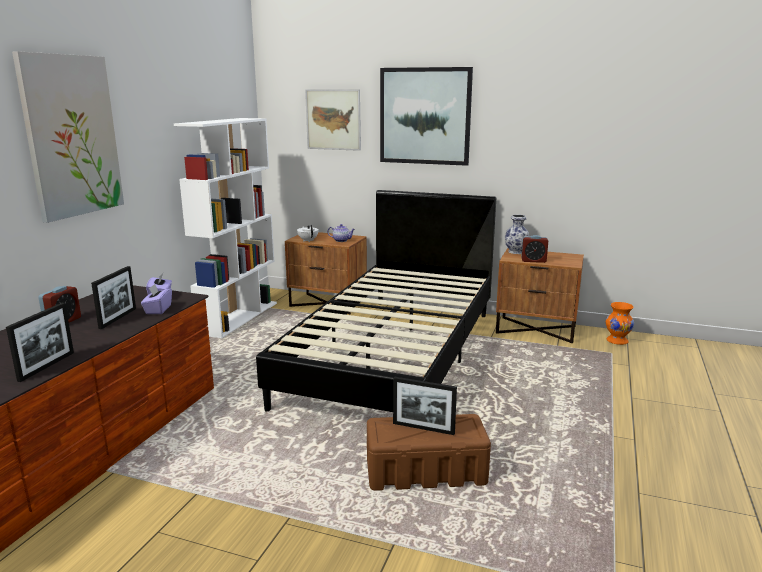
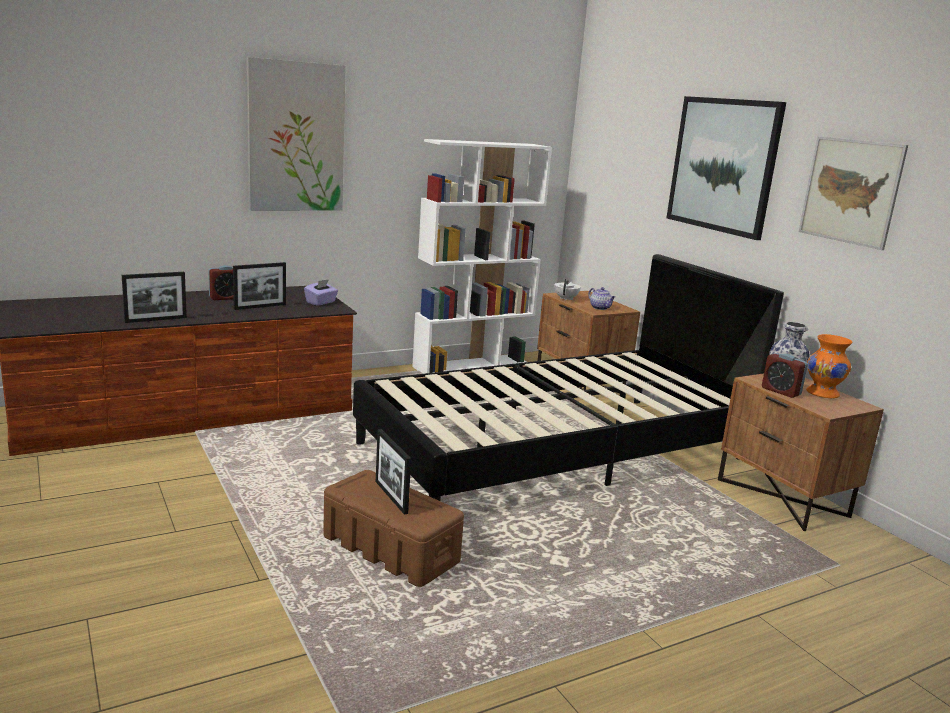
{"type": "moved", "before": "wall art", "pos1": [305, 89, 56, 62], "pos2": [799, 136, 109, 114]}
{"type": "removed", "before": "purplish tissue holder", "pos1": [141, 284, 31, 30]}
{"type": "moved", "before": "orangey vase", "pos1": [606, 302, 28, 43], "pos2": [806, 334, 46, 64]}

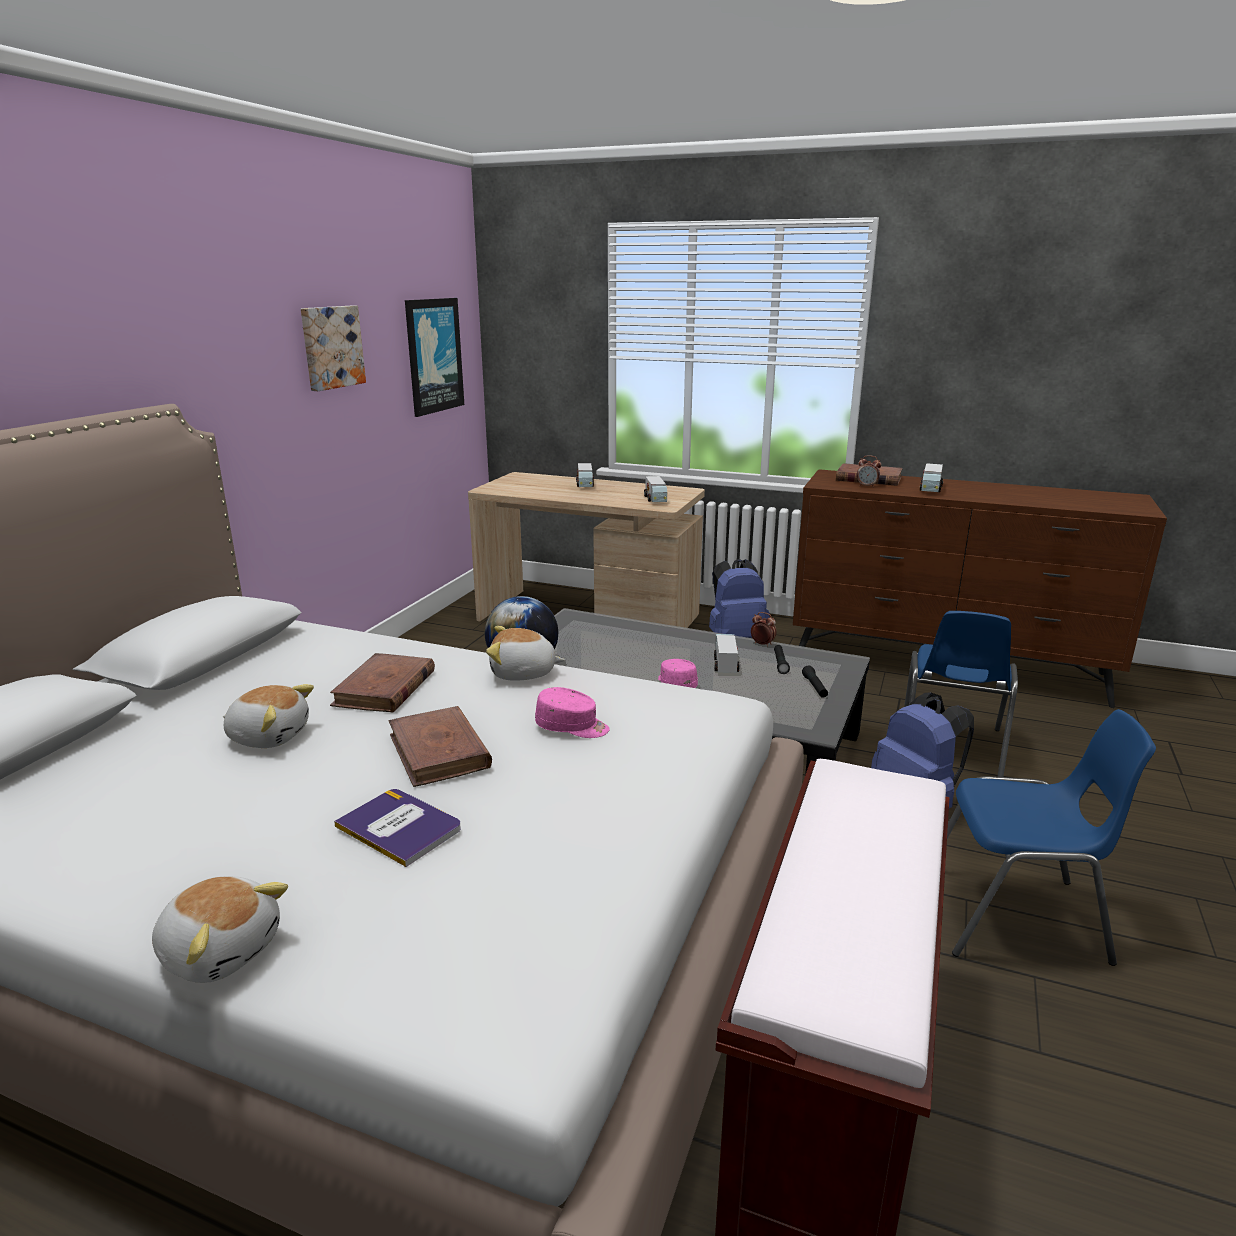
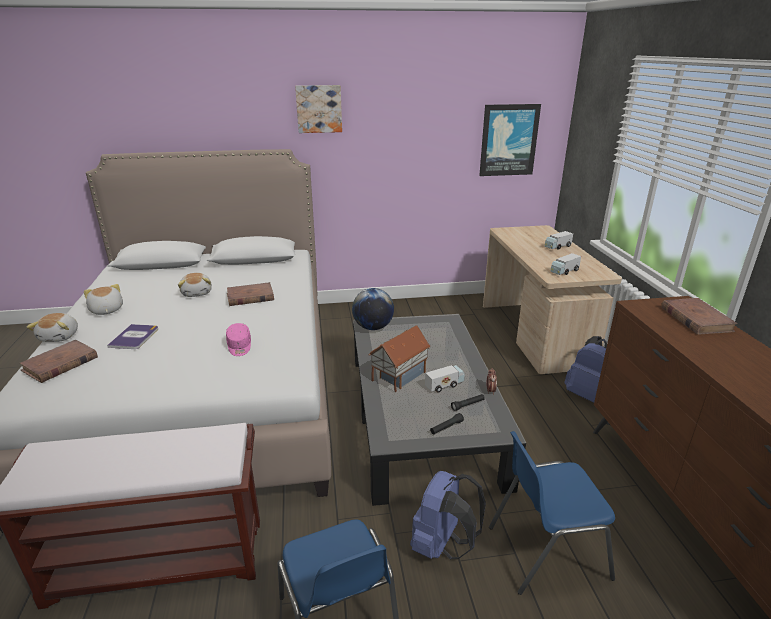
{"type": "moved", "before": "wall art", "pos1": [301, 306, 65, 85], "pos2": [295, 85, 47, 48]}
{"type": "removed", "before": "table clock", "pos1": [857, 455, 24, 33]}
{"type": "removed", "before": "toy truck", "pos1": [920, 463, 23, 29]}
{"type": "moved", "before": "soft toy", "pos1": [486, 626, 79, 55], "pos2": [84, 284, 39, 31]}
{"type": "replaced", "before": "pink peaked cap", "after": "toy house", "pos1": [658, 659, 40, 29], "pos2": [368, 325, 62, 67]}
{"type": "moved", "before": "brown volume", "pos1": [388, 706, 104, 81], "pos2": [20, 340, 78, 43]}

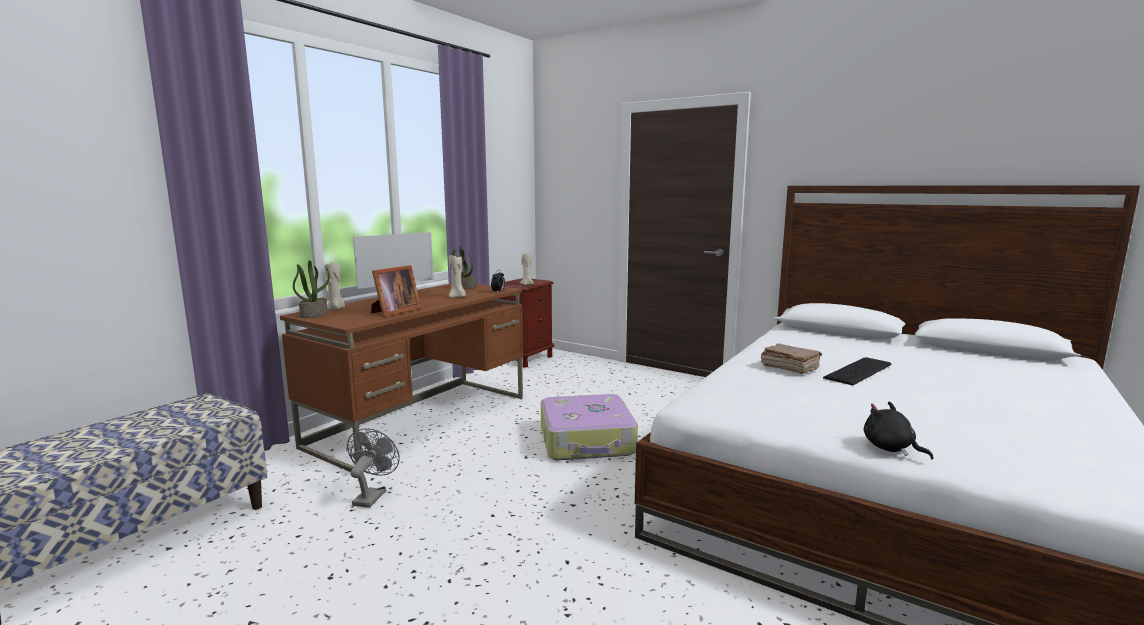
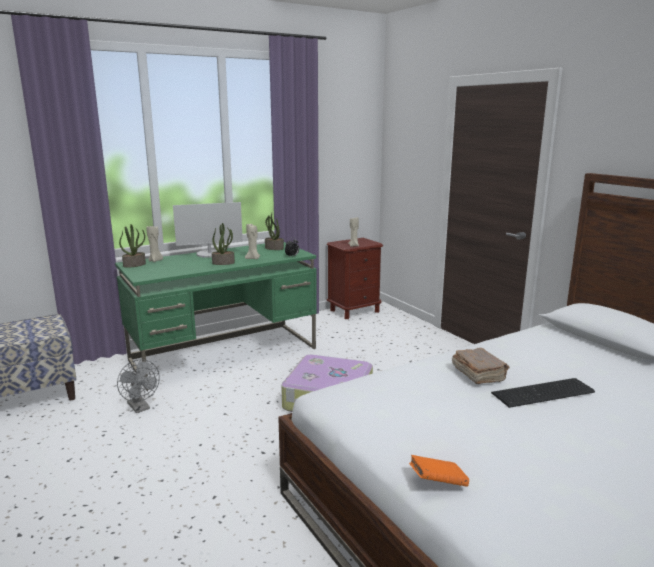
{"type": "removed", "before": "picture frame", "pos1": [371, 265, 50, 52]}
{"type": "recoloured", "before": "brown desk table", "after": "green-coloured desk table", "pos1": [280, 283, 243, 189], "pos2": [115, 242, 202, 149]}
{"type": "replaced", "before": "black-coloured soft toy", "after": "orangey volume", "pos1": [864, 402, 69, 58], "pos2": [409, 455, 60, 32]}
{"type": "turned", "before": "grey electric fan", "pos1": [347, 428, 53, 80], "pos2": [117, 359, 43, 54], "turn": 105}
{"type": "added", "after": "potted plant", "pos2": [212, 223, 23, 42]}

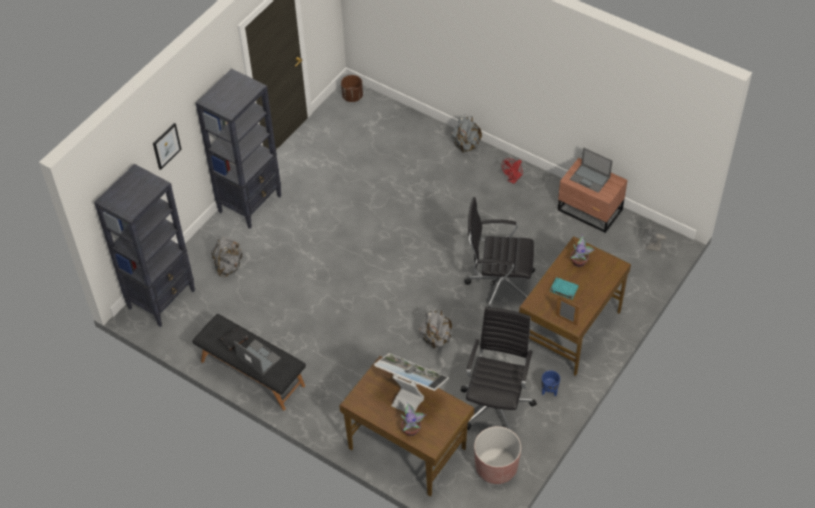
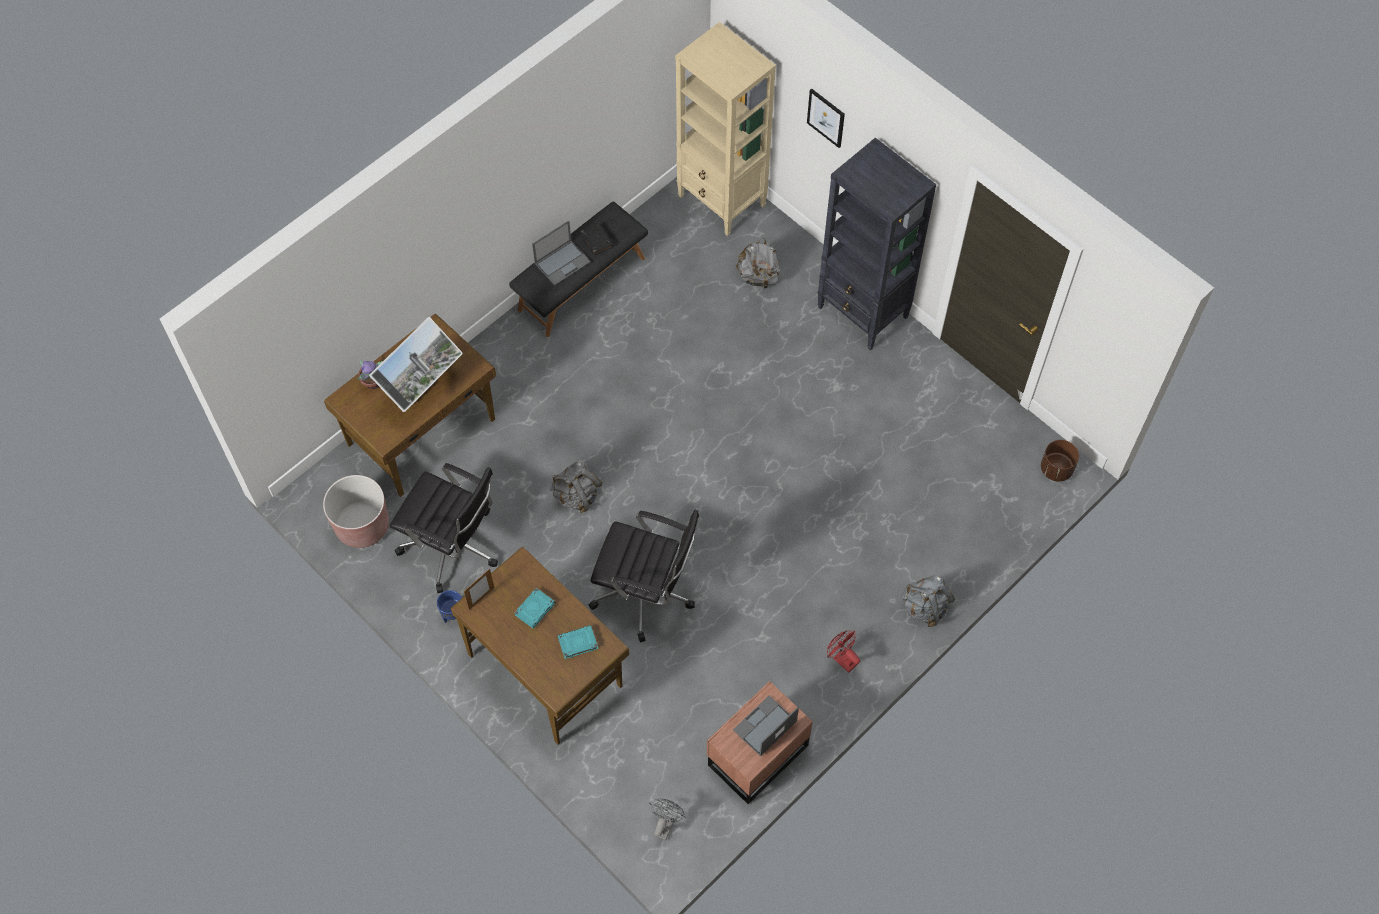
{"type": "recoloured", "before": "black-coloured bookshelf", "after": "sand-coloured bookshelf", "pos1": [94, 164, 101, 163], "pos2": [675, 22, 101, 214]}
{"type": "turned", "before": "black-coloured desk chair", "pos1": [464, 197, 71, 110], "pos2": [588, 510, 111, 132], "turn": 90}
{"type": "replaced", "before": "potted plant", "after": "turquoise volume", "pos1": [570, 235, 25, 32], "pos2": [557, 625, 41, 34]}

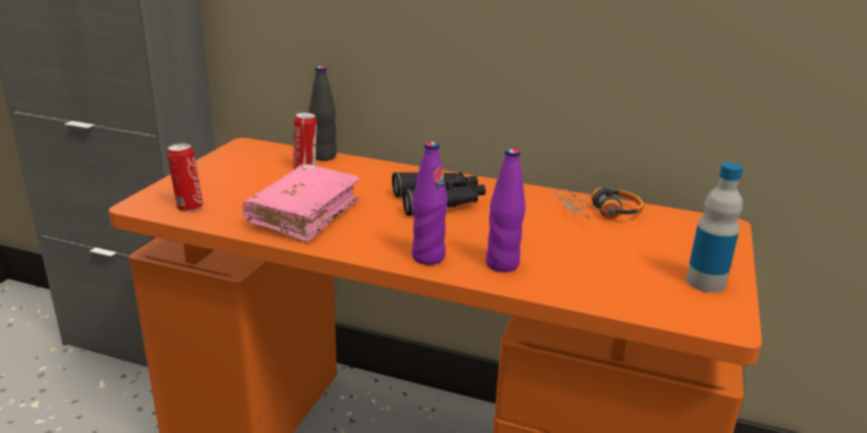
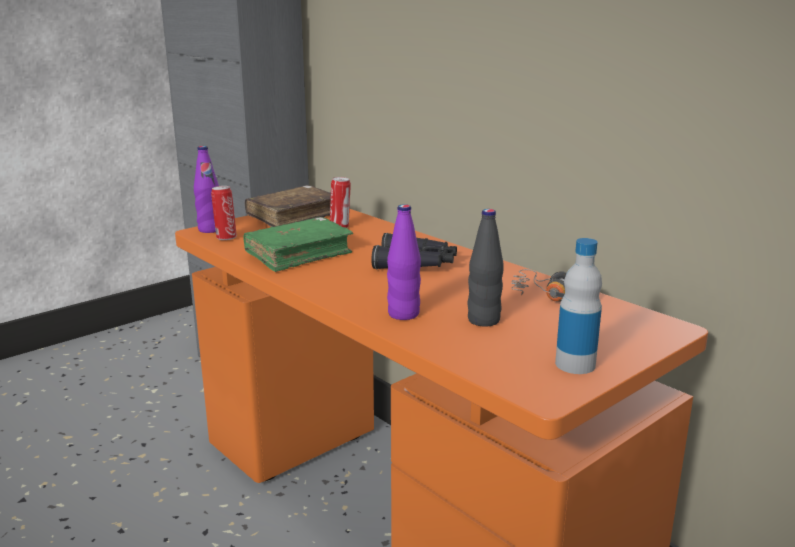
{"type": "moved", "before": "black-coloured bottle", "pos1": [309, 66, 28, 95], "pos2": [468, 209, 36, 118]}
{"type": "moved", "before": "purplish bottle", "pos1": [412, 142, 36, 123], "pos2": [194, 146, 25, 87]}
{"type": "recoloured", "before": "pink volume", "after": "green-coloured volume", "pos1": [242, 164, 118, 78], "pos2": [244, 217, 109, 55]}
{"type": "added", "after": "brown volume", "pos2": [245, 185, 86, 42]}

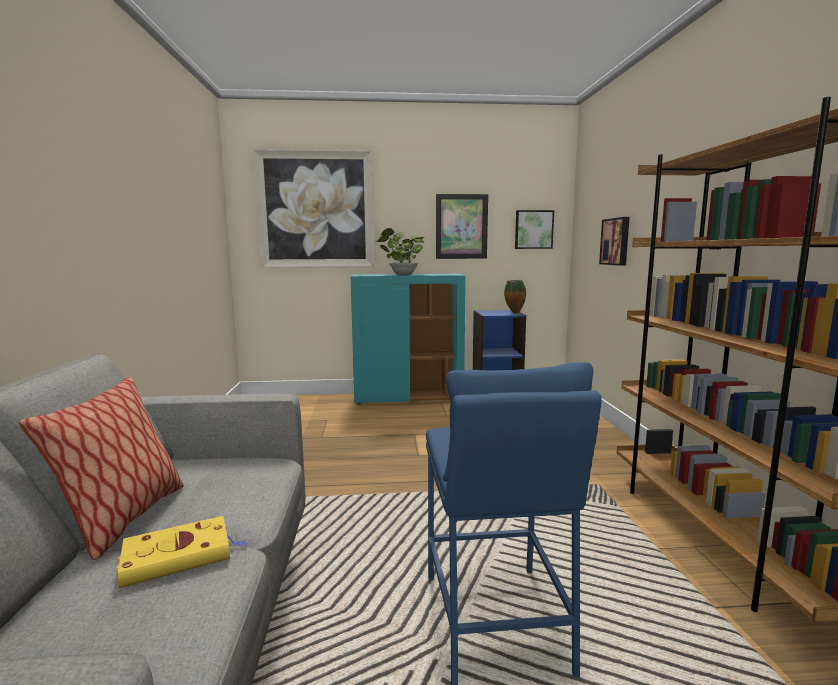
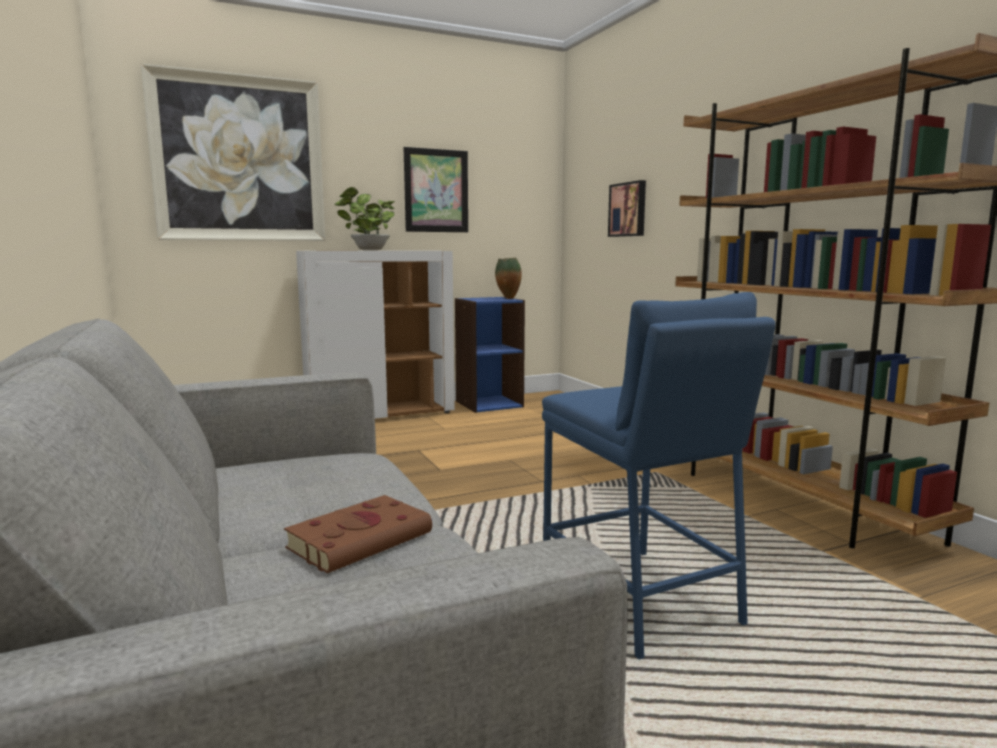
{"type": "removed", "before": "wall art", "pos1": [515, 210, 39, 39]}
{"type": "recoloured", "before": "turquoise cabinet", "after": "white cabinet", "pos1": [351, 274, 115, 131], "pos2": [296, 251, 159, 168]}
{"type": "removed", "before": "pillow", "pos1": [19, 377, 164, 183]}
{"type": "recoloured", "before": "yellow volume", "after": "brown volume", "pos1": [116, 516, 131, 72], "pos2": [284, 495, 148, 78]}

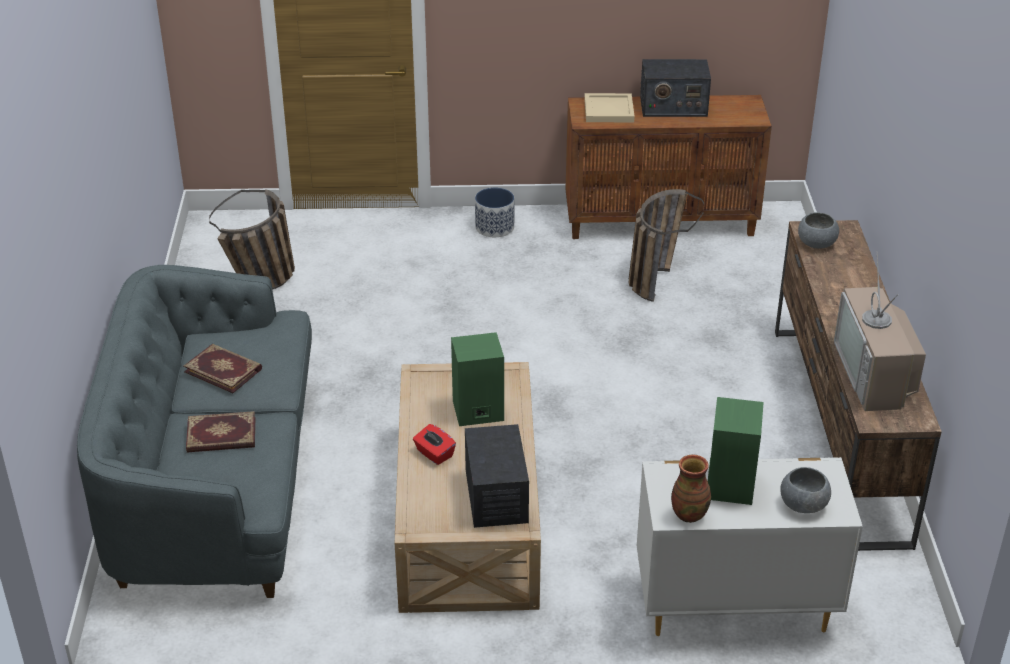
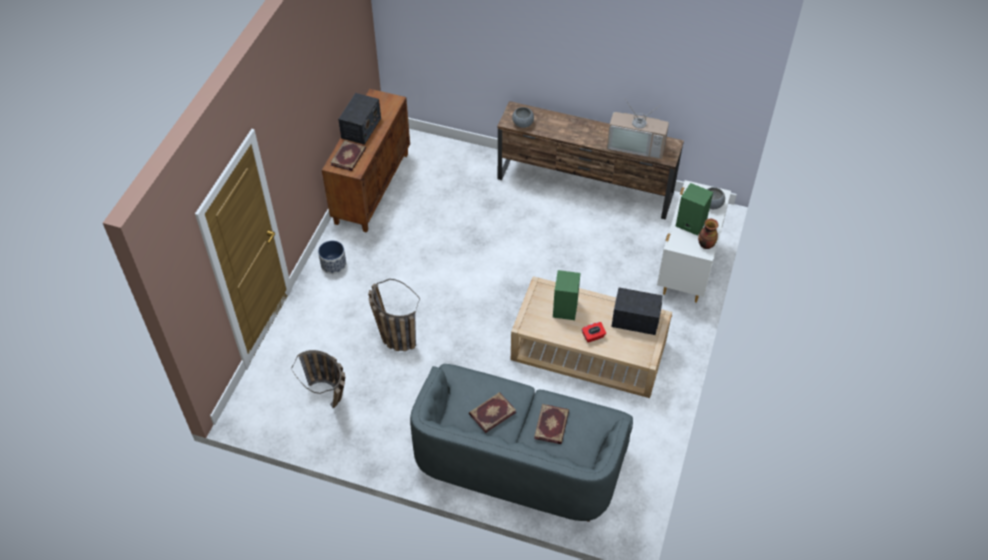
{"type": "replaced", "before": "sand-coloured tray", "after": "volume", "pos1": [584, 93, 51, 29], "pos2": [330, 140, 36, 31]}
{"type": "moved", "before": "basket", "pos1": [628, 189, 76, 113], "pos2": [368, 279, 52, 72]}

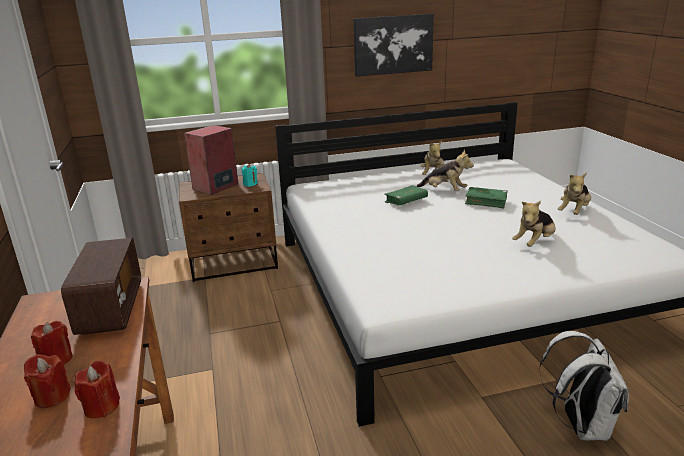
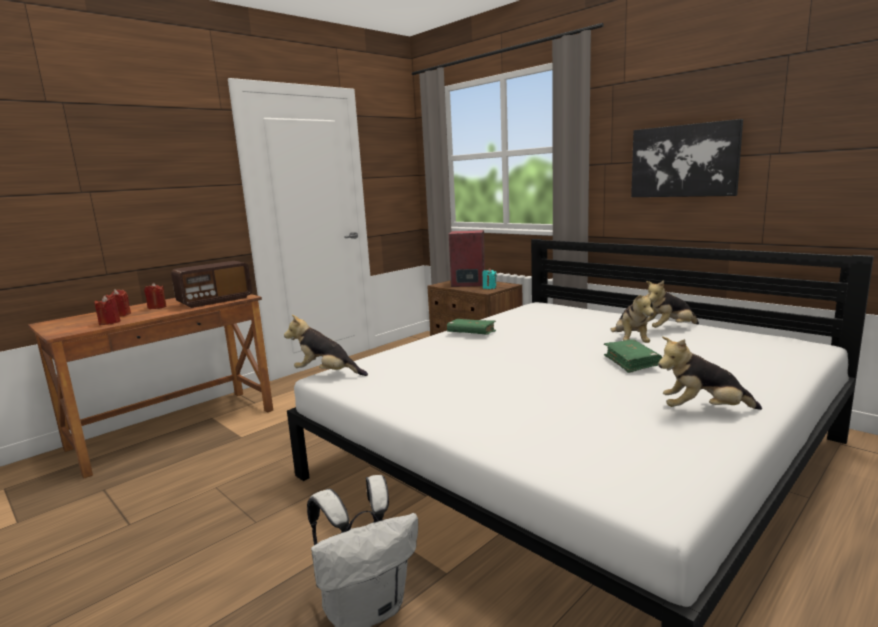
{"type": "moved", "before": "green-coloured volume", "pos1": [384, 185, 44, 20], "pos2": [447, 319, 49, 16]}
{"type": "moved", "before": "soft toy", "pos1": [512, 201, 44, 46], "pos2": [284, 315, 84, 61]}

